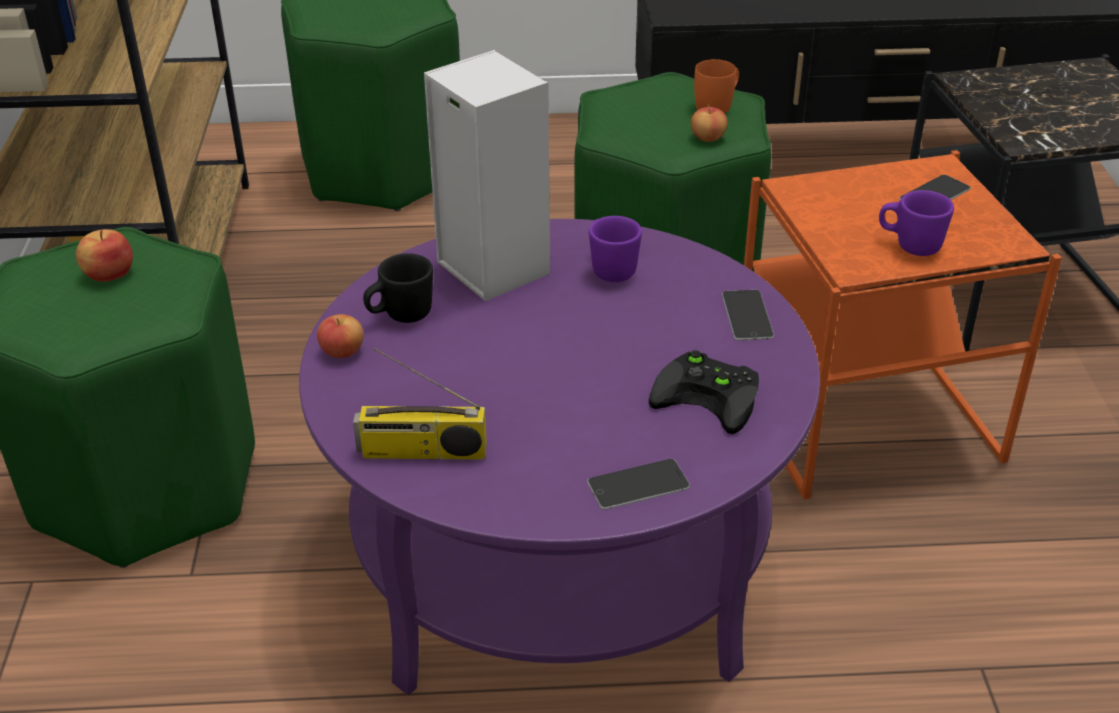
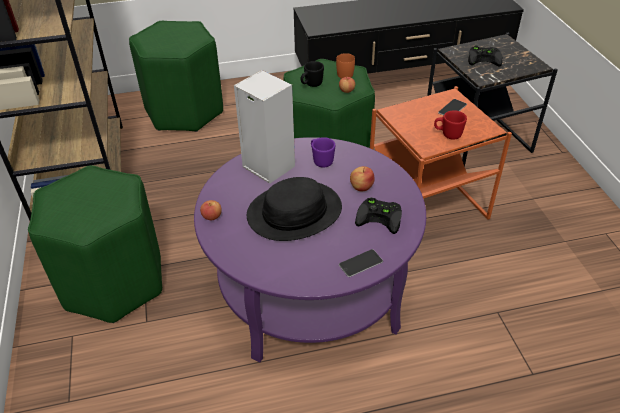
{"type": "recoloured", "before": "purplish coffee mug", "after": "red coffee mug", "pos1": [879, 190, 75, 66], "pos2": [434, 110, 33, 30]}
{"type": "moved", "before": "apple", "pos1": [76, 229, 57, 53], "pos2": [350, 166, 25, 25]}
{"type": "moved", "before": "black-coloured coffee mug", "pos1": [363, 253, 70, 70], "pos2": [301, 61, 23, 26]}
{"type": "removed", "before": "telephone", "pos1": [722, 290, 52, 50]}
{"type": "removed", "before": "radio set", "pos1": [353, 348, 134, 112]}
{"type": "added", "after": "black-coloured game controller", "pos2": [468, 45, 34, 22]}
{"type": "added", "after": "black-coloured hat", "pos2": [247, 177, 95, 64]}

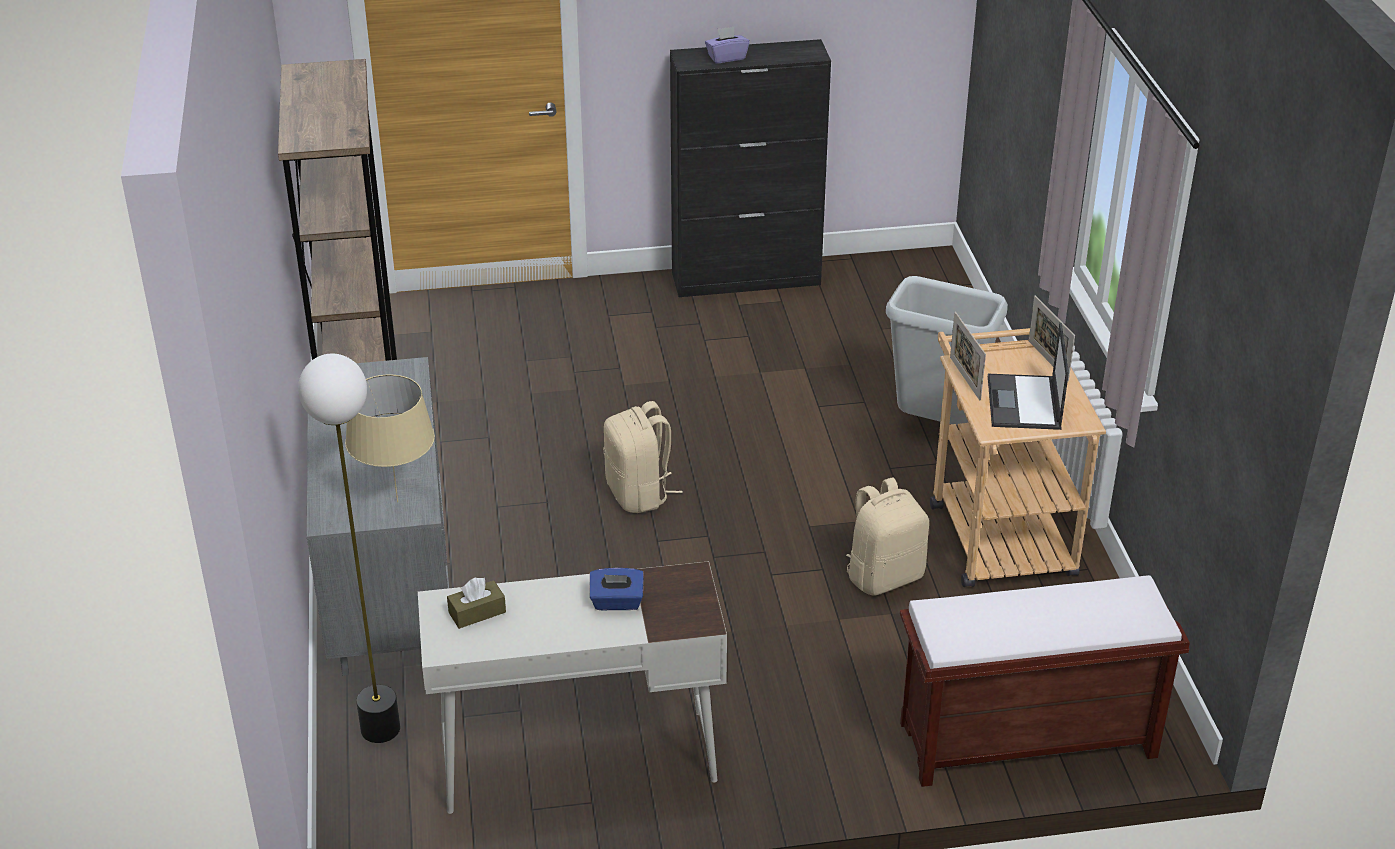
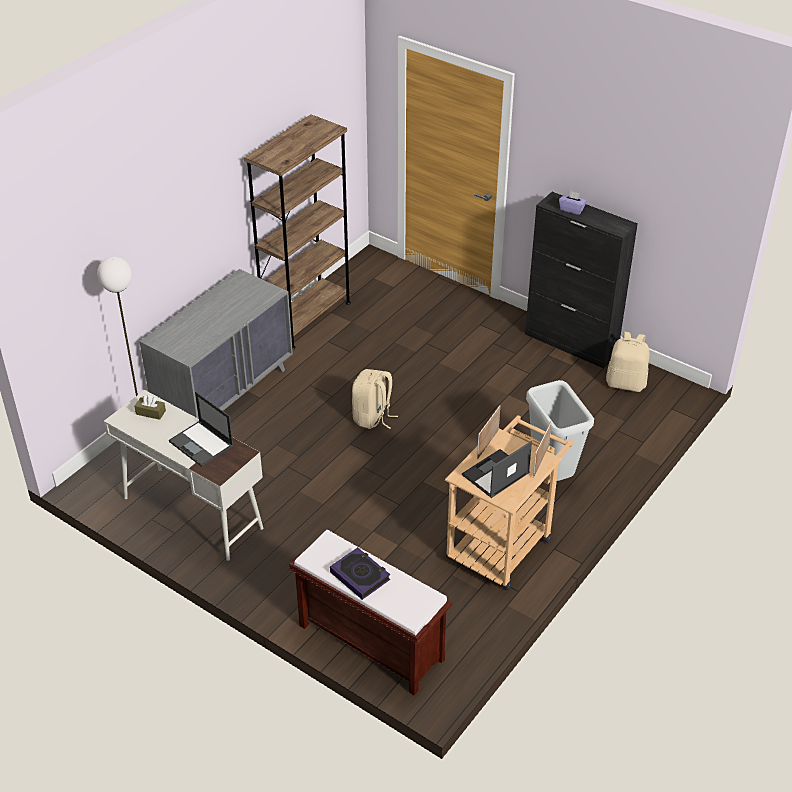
{"type": "removed", "before": "sand-coloured tabletop lamp", "pos1": [345, 374, 90, 128]}
{"type": "moved", "before": "sand-coloured backpack", "pos1": [846, 478, 83, 118], "pos2": [606, 331, 43, 61]}
{"type": "replaced", "before": "blue tissue holder", "after": "notebook computer", "pos1": [590, 568, 54, 42], "pos2": [169, 392, 65, 75]}
{"type": "added", "after": "volume", "pos2": [330, 547, 60, 53]}

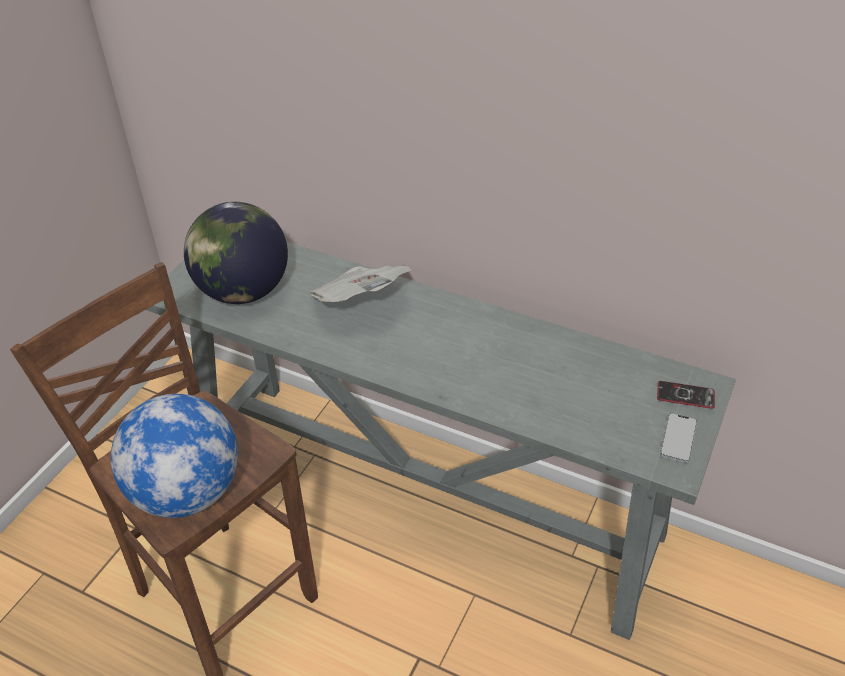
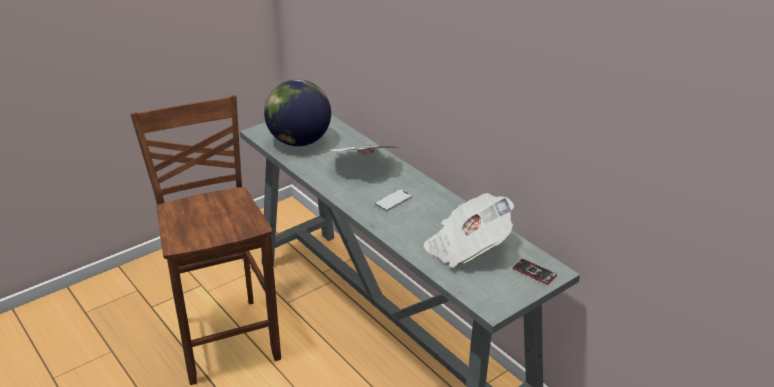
{"type": "removed", "before": "world globe", "pos1": [111, 394, 127, 124]}
{"type": "moved", "before": "telephone", "pos1": [660, 413, 37, 50], "pos2": [375, 189, 37, 22]}
{"type": "added", "after": "newspaper", "pos2": [424, 193, 91, 75]}

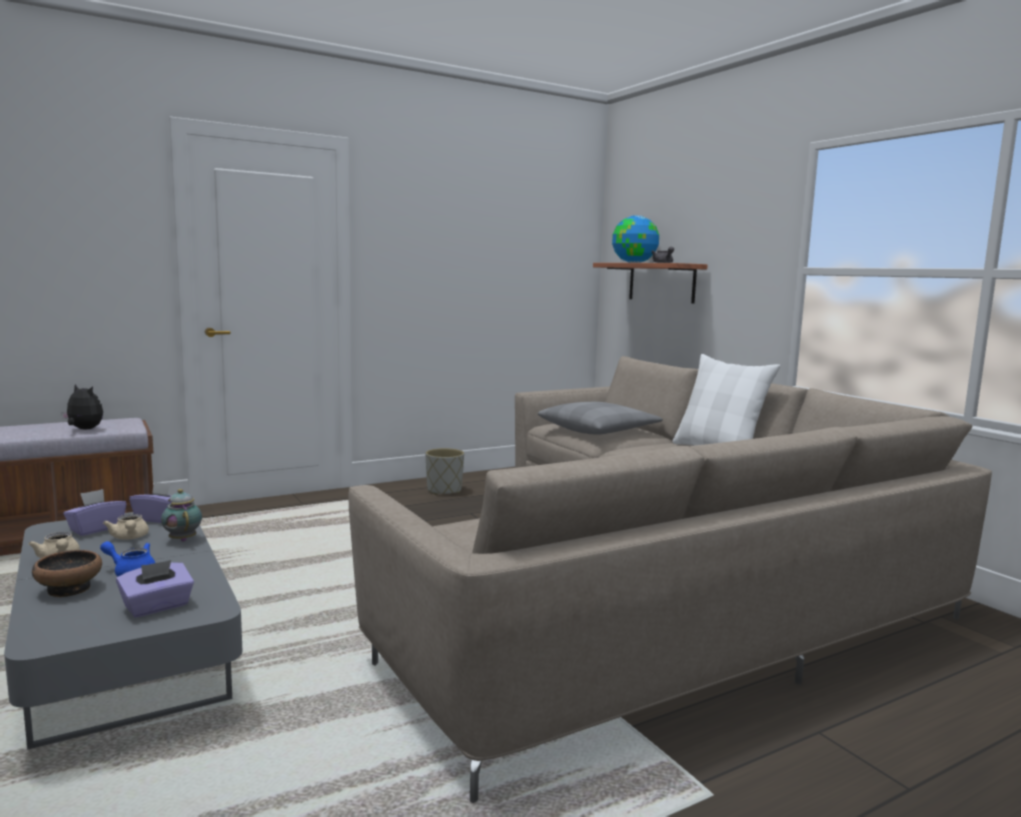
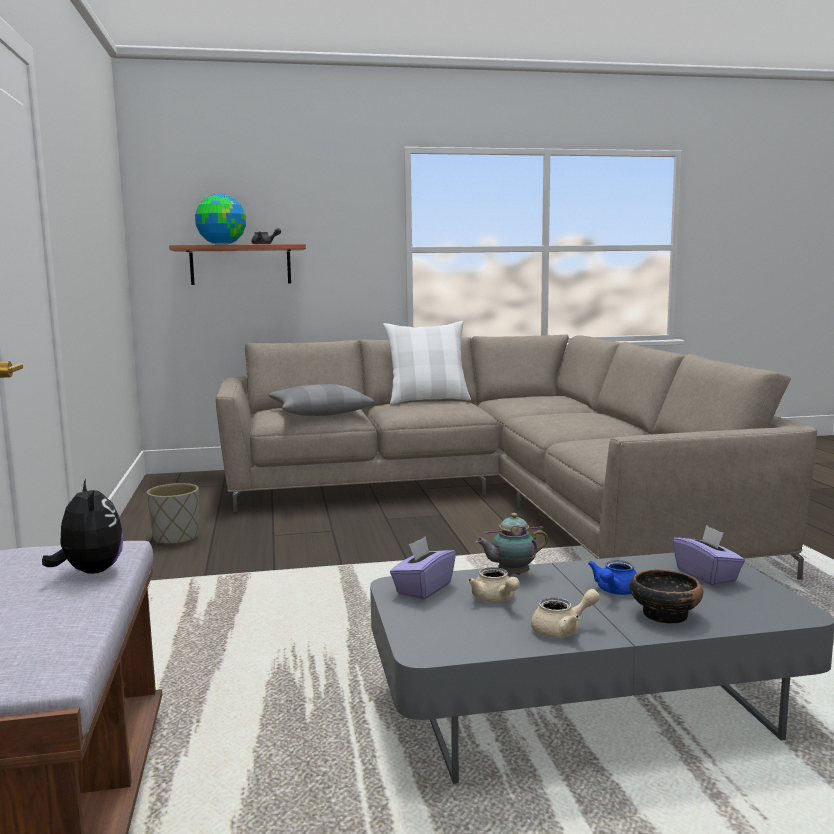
{"type": "turned", "before": "soft toy", "pos1": [61, 384, 42, 45], "pos2": [42, 479, 81, 95], "turn": 105}
{"type": "removed", "before": "purplish tissue holder", "pos1": [63, 489, 63, 47]}
{"type": "turned", "before": "sand-coloured tea pot", "pos1": [103, 514, 46, 25], "pos2": [468, 567, 52, 35], "turn": 75}

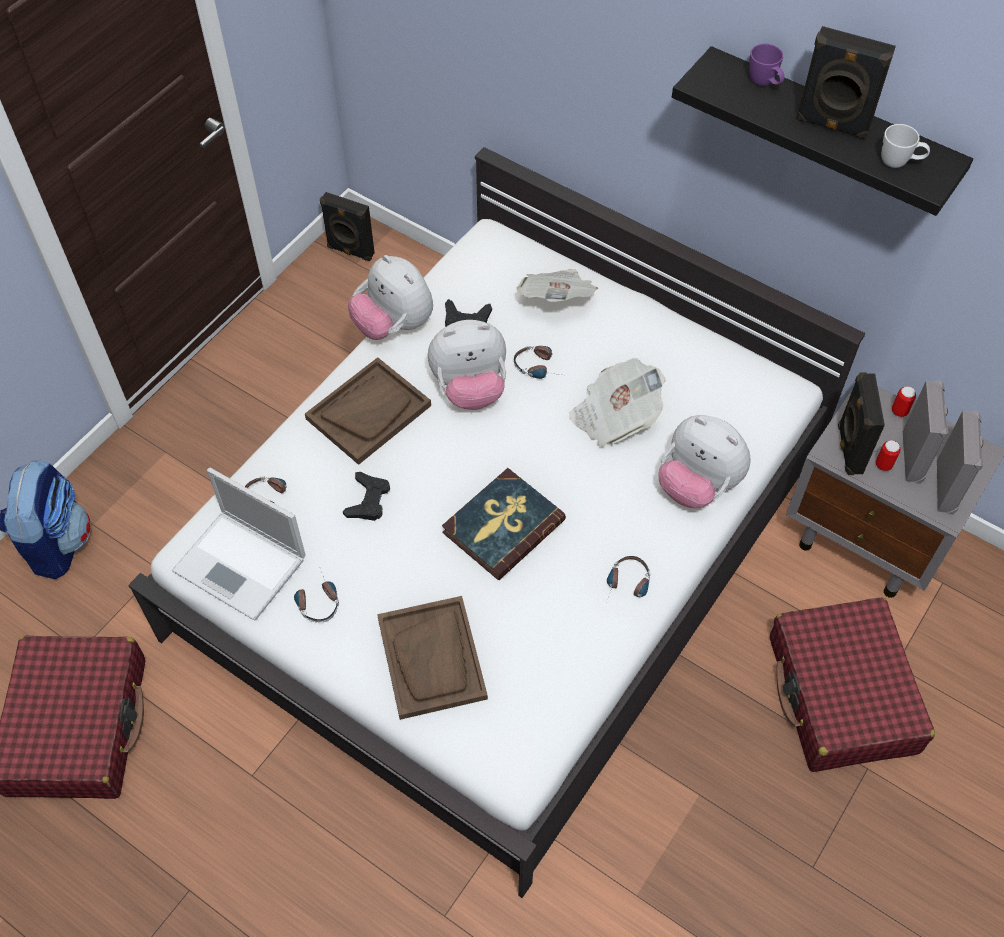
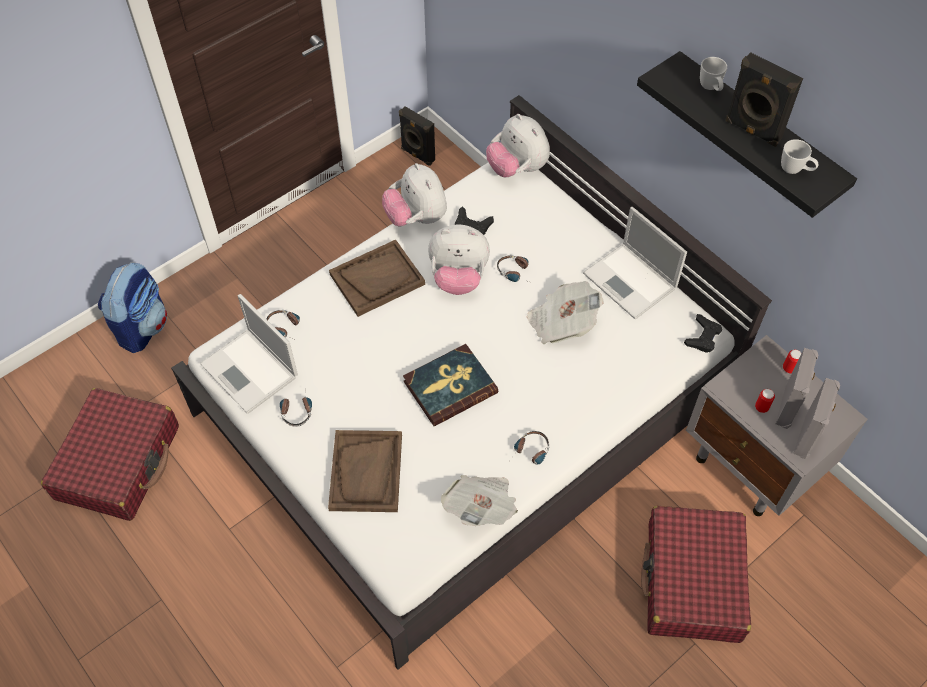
{"type": "recoloured", "before": "purplish coffee mug", "after": "white coffee mug", "pos1": [749, 44, 35, 42], "pos2": [700, 57, 27, 34]}
{"type": "moved", "before": "newspaper", "pos1": [517, 269, 81, 33], "pos2": [441, 475, 77, 51]}
{"type": "removed", "before": "black-coloured speaker", "pos1": [838, 372, 47, 103]}
{"type": "moved", "before": "soft toy", "pos1": [659, 415, 92, 93], "pos2": [486, 114, 64, 63]}
{"type": "moved", "before": "black-coloured game controller", "pos1": [343, 472, 47, 49], "pos2": [684, 314, 38, 39]}
{"type": "added", "after": "notebook computer", "pos2": [583, 207, 104, 112]}

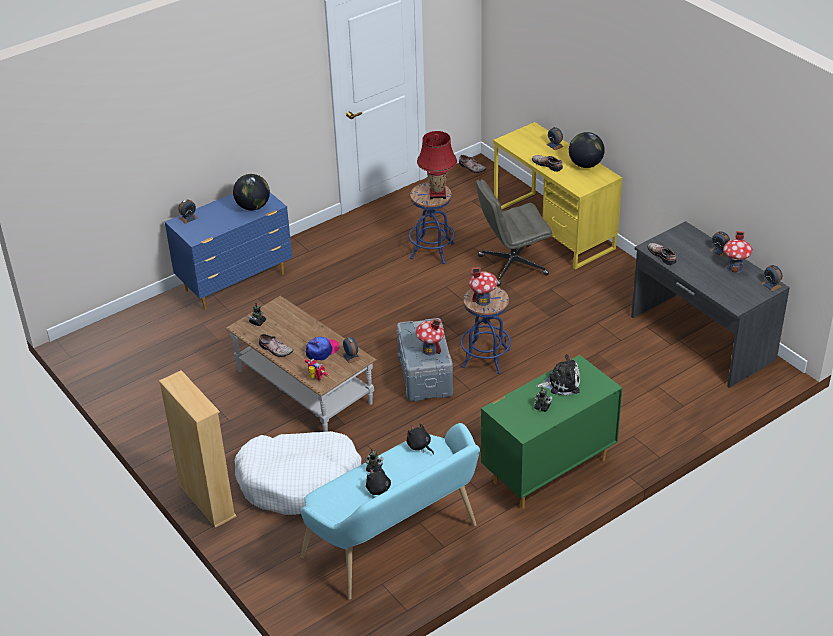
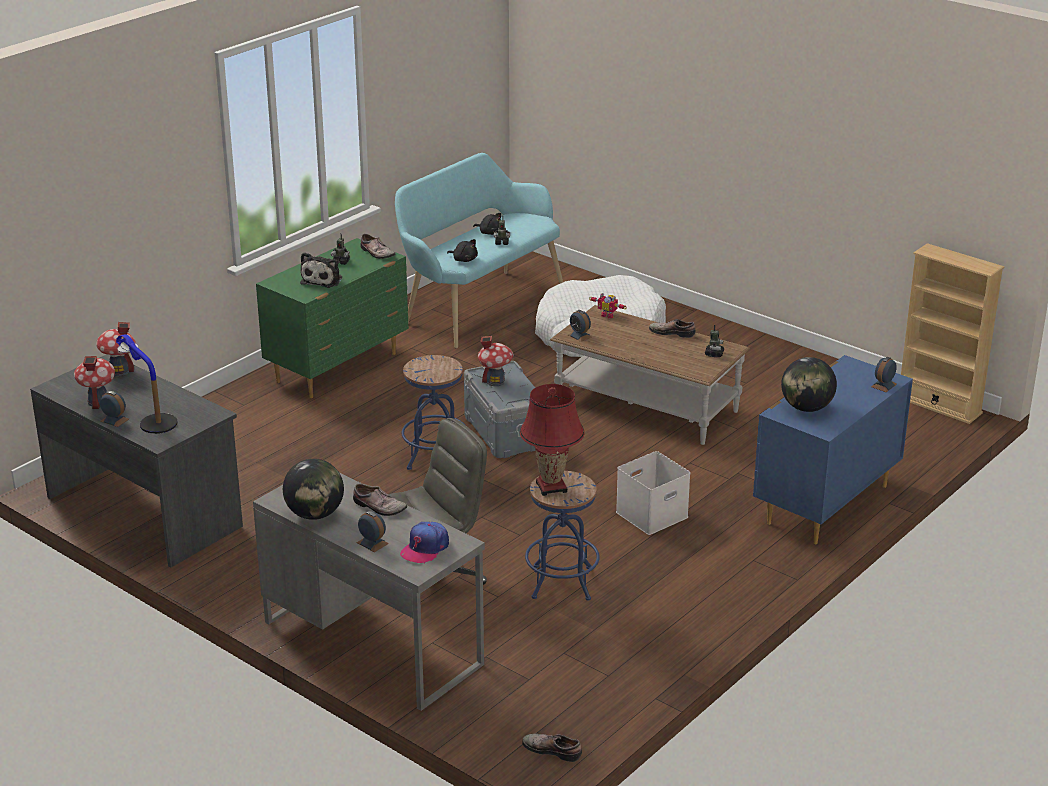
{"type": "recoloured", "before": "yellow desk table", "after": "grey desk table", "pos1": [493, 122, 129, 147], "pos2": [253, 473, 232, 238]}
{"type": "moved", "before": "item of footwear", "pos1": [647, 243, 29, 22], "pos2": [360, 234, 36, 25]}
{"type": "removed", "before": "table clock", "pos1": [761, 265, 21, 26]}
{"type": "moved", "before": "toy house", "pos1": [469, 267, 29, 39], "pos2": [96, 322, 40, 54]}
{"type": "moved", "before": "peaked cap", "pos1": [306, 337, 33, 24], "pos2": [400, 522, 49, 42]}
{"type": "turned", "before": "soft toy", "pos1": [536, 354, 44, 42], "pos2": [300, 252, 42, 36], "turn": -60}
{"type": "moved", "before": "sand-coloured bookshelf", "pos1": [159, 370, 78, 158], "pos2": [901, 243, 103, 181]}
{"type": "added", "after": "tabletop lamp", "pos2": [116, 334, 62, 100]}
{"type": "added", "after": "white storage container", "pos2": [616, 451, 74, 84]}

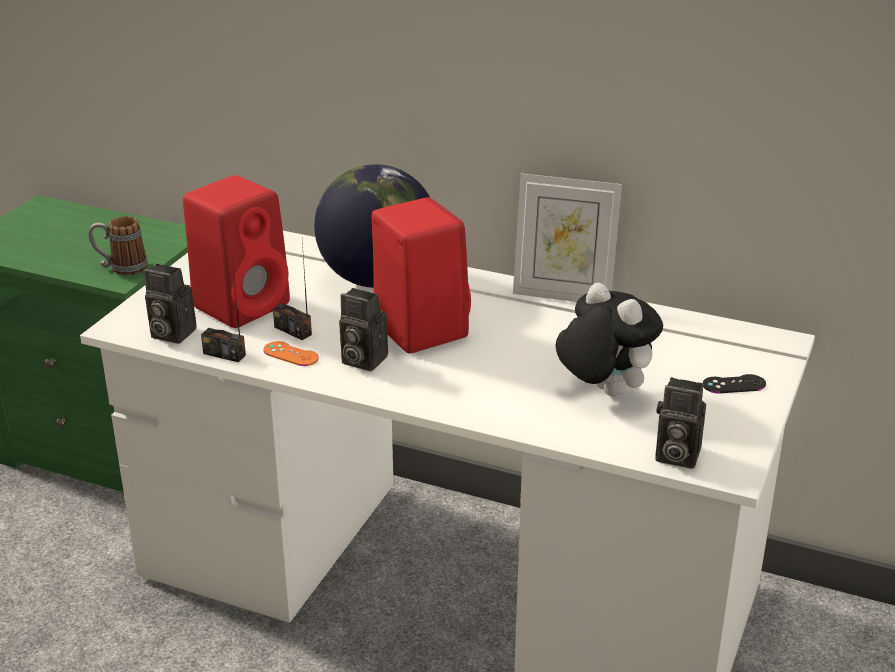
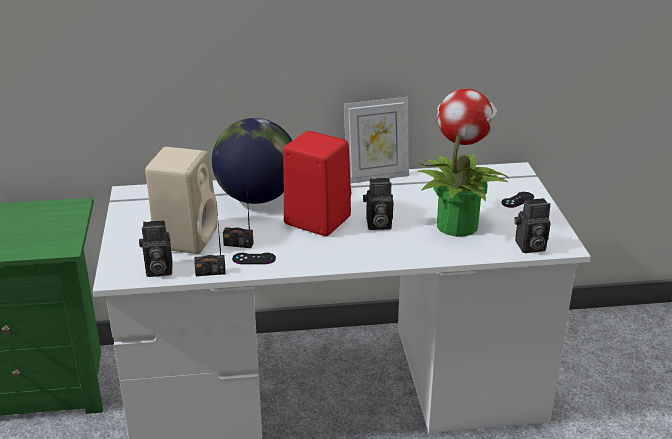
{"type": "recoloured", "before": "red speaker", "after": "sand-coloured speaker", "pos1": [183, 175, 107, 153], "pos2": [145, 147, 72, 107]}
{"type": "removed", "before": "coffee mug", "pos1": [88, 216, 60, 59]}
{"type": "replaced", "before": "soft toy", "after": "potted plant", "pos1": [555, 283, 108, 113], "pos2": [417, 89, 93, 148]}
{"type": "moved", "before": "still camera", "pos1": [339, 288, 49, 83], "pos2": [363, 178, 30, 52]}
{"type": "recoloured", "before": "orangey game controller", "after": "black-coloured game controller", "pos1": [264, 341, 55, 25], "pos2": [232, 253, 44, 11]}

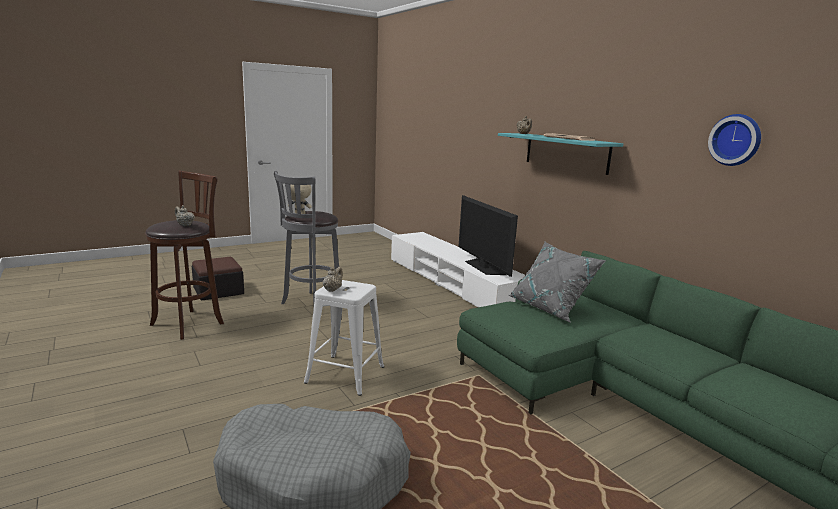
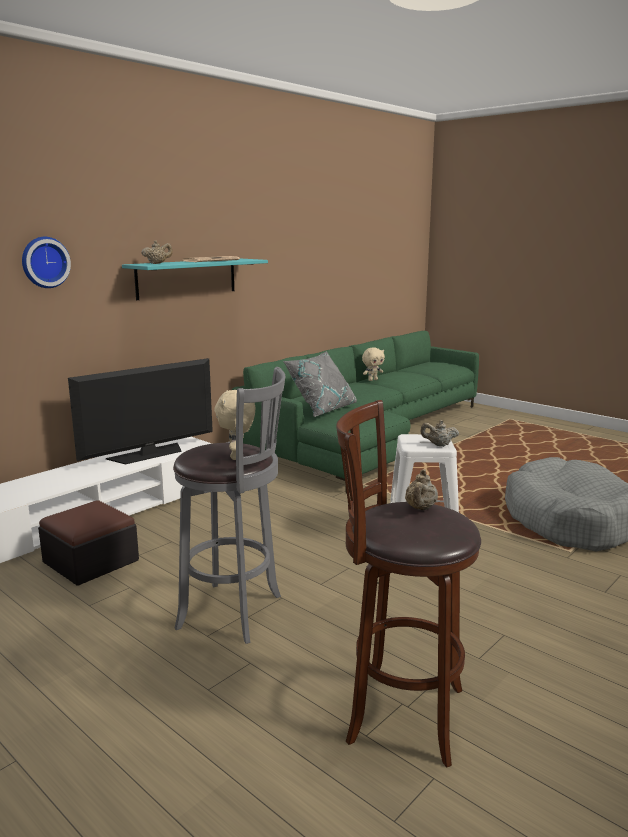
{"type": "moved", "before": "clock on the wall", "pos1": [708, 114, 53, 52], "pos2": [22, 237, 49, 51]}
{"type": "moved", "before": "footrest", "pos1": [192, 257, 52, 44], "pos2": [38, 500, 101, 86]}
{"type": "added", "after": "sand-coloured soft toy", "pos2": [362, 347, 23, 34]}

